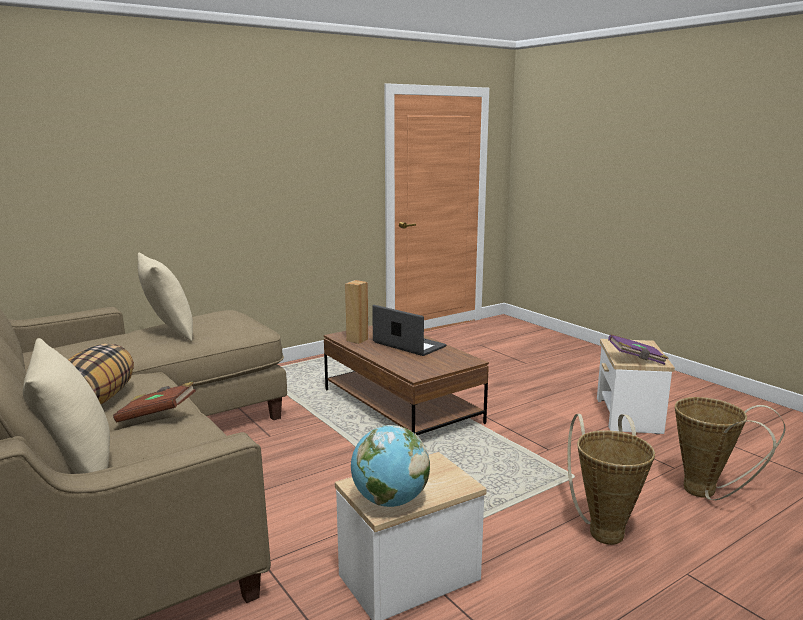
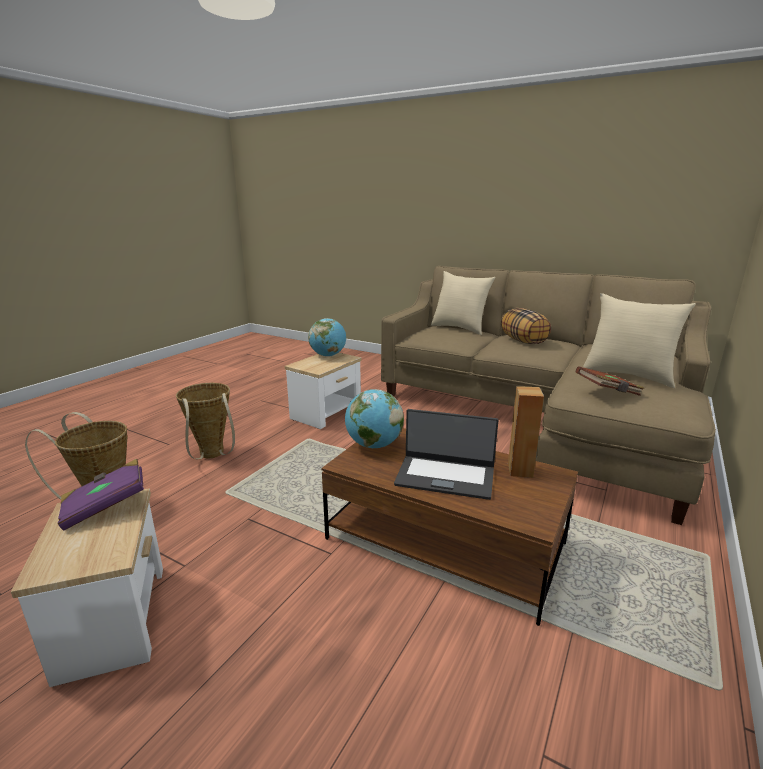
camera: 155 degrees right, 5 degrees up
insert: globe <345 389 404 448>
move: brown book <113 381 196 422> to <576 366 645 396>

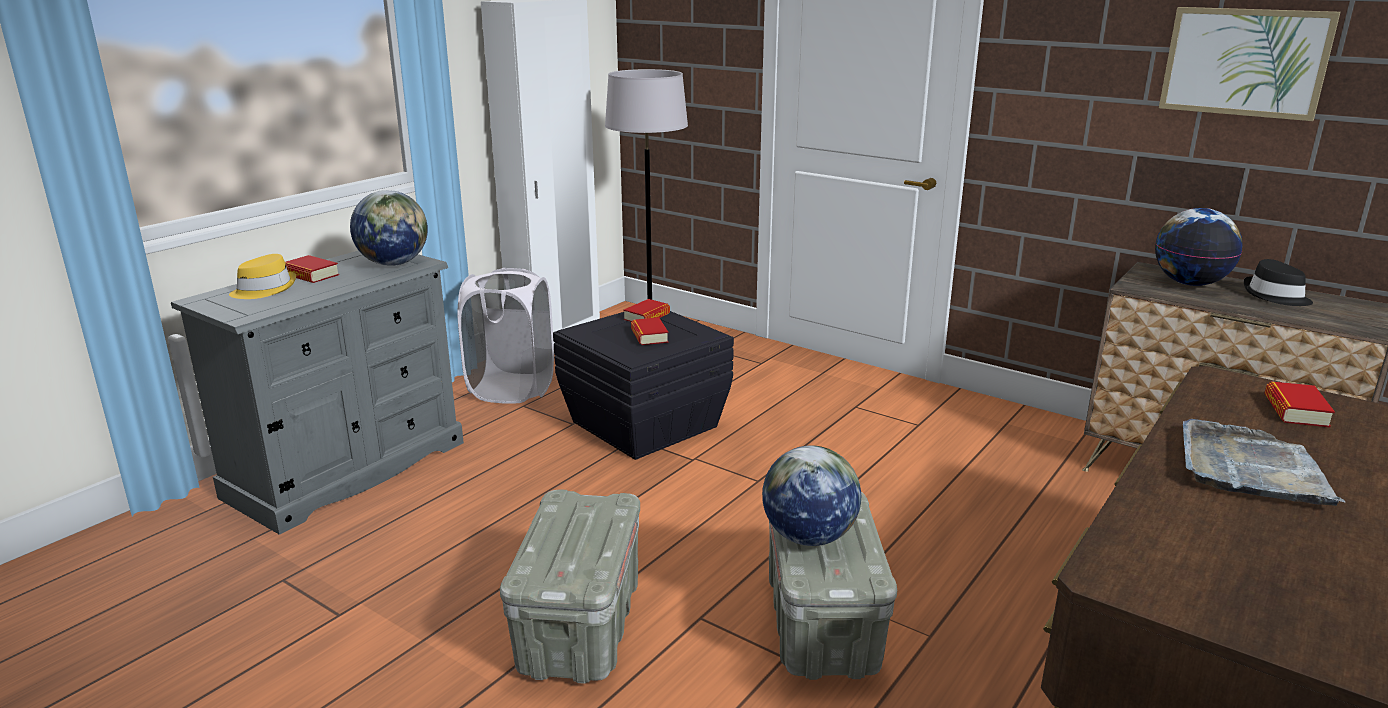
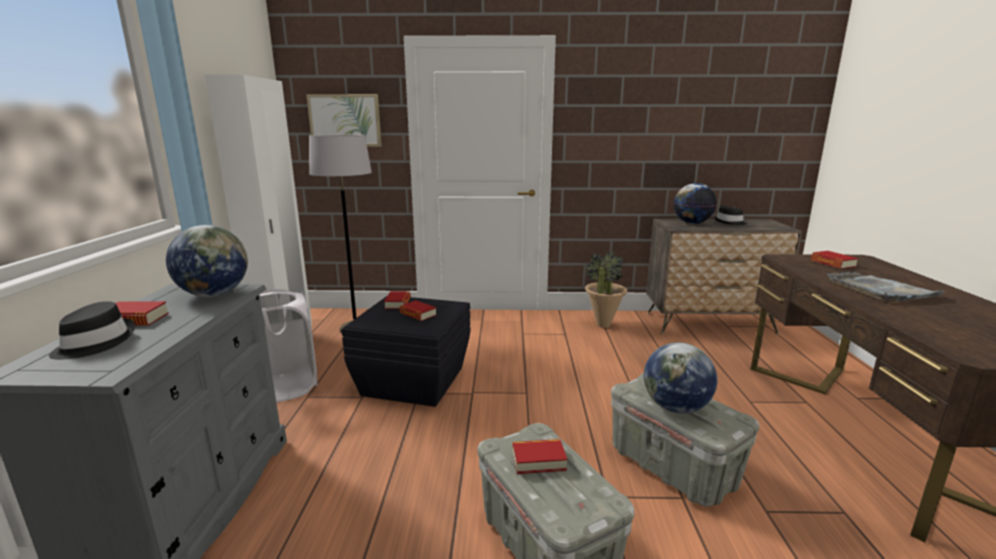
camera: 35 degrees left, 5 degrees down
insert: book <512 439 567 474>; potted plant <584 252 627 328>
move: picture <1159 7 1341 121> to <306 94 382 147>
recolor: yellow hat <229 254 296 299> to black hat <49 301 135 360>

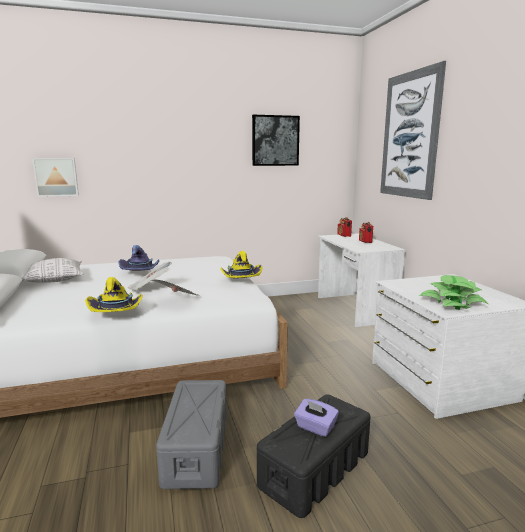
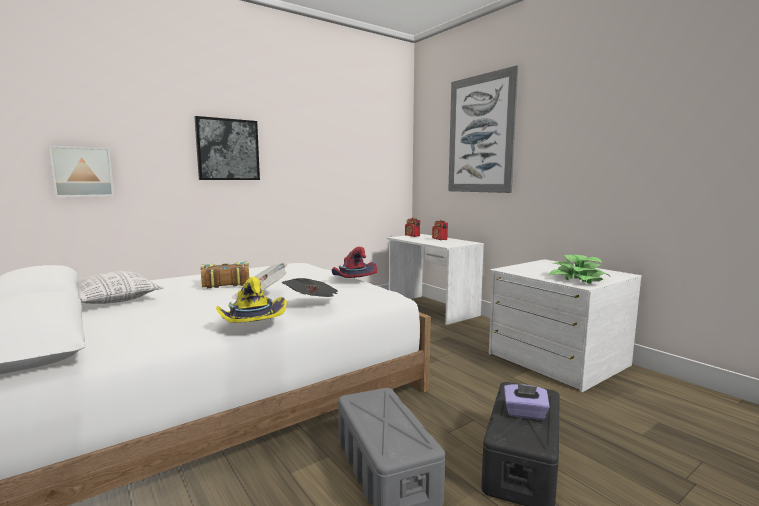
camera: 20 degrees left, 5 degrees down
move: picture <252 115 300 166> to <194 116 260 180>
replace: purple hat <118 245 159 271> to book <201 262 249 288>
recolor: yellow hat <220 251 263 278> to red hat <332 247 377 278>

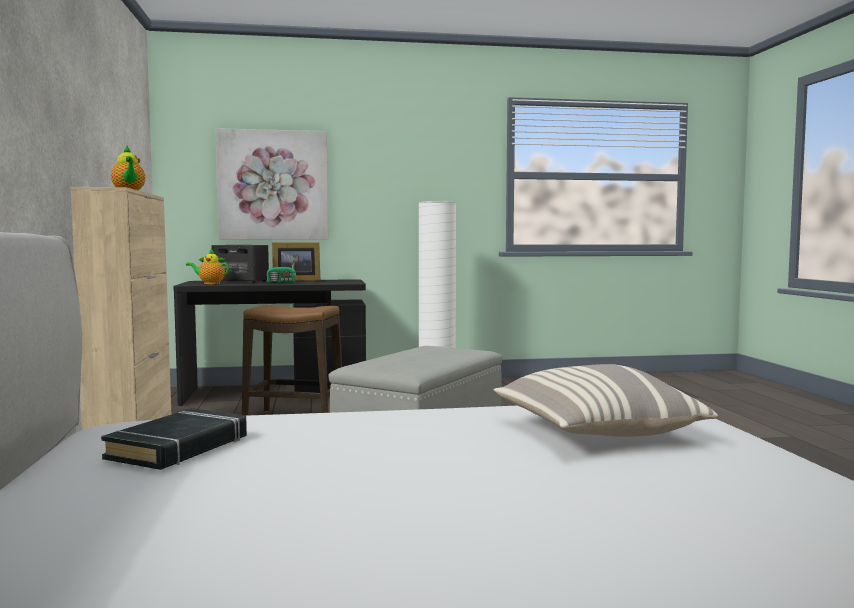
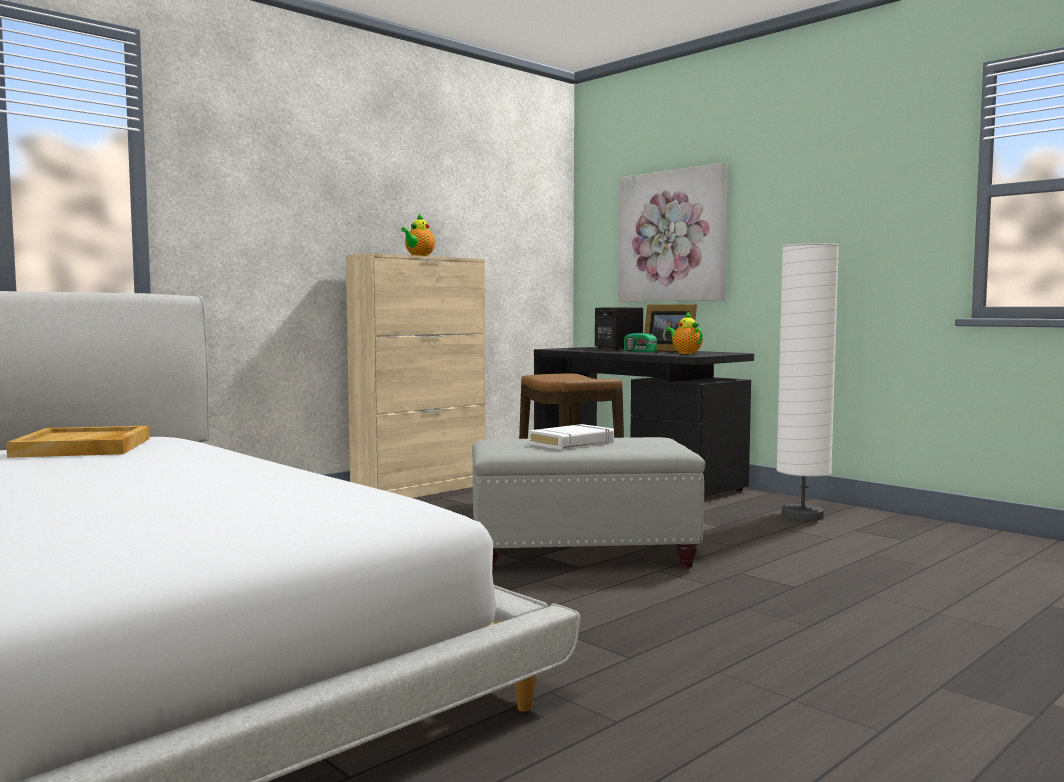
camera: 55 degrees right, 0 degrees up
delete: pillow <493 364 718 437>
insert: white book <529 424 614 450>
move: teapot <186 248 229 284> to <666 311 703 354>
replace: black book <101 408 247 470> to beige tray <6 426 150 458>

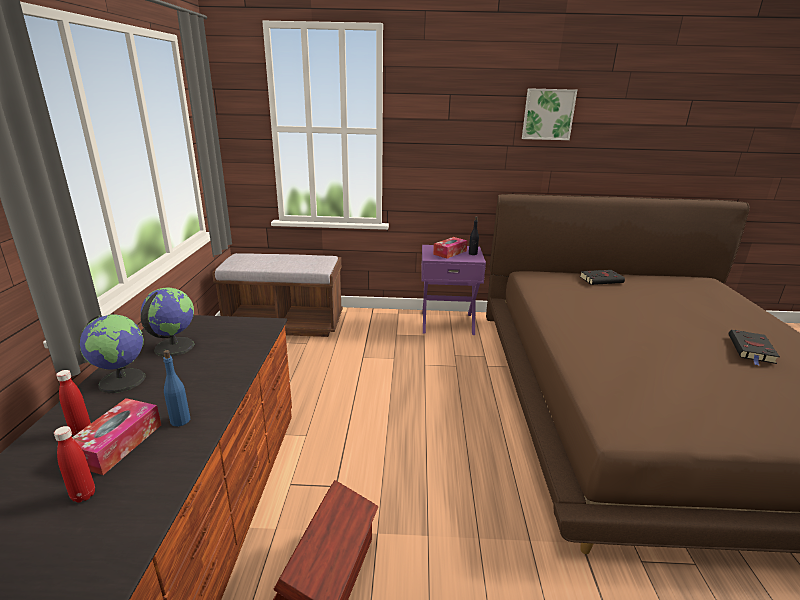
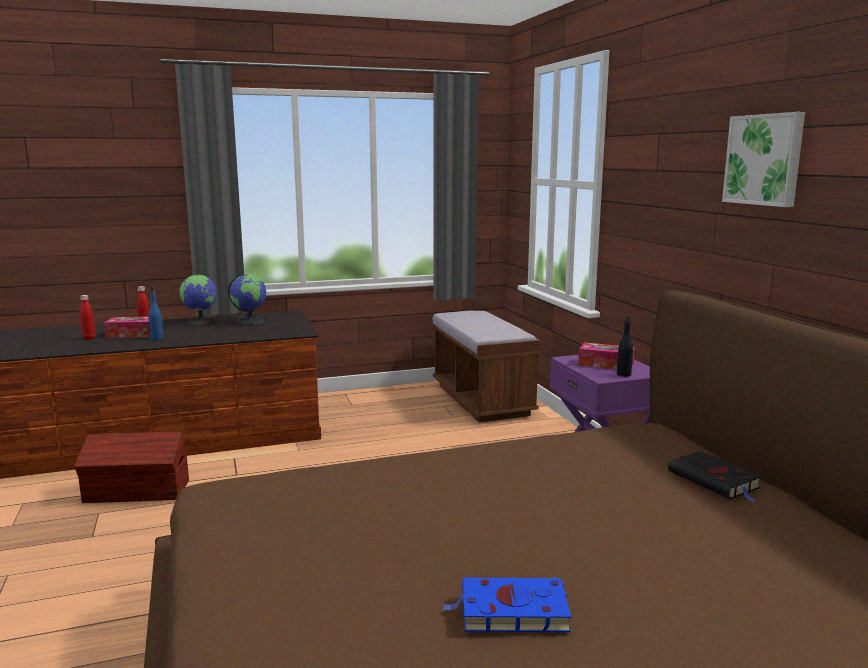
camera: 70 degrees right, 10 degrees down
recolor: black book <729 330 780 366> to blue book <443 578 571 633>

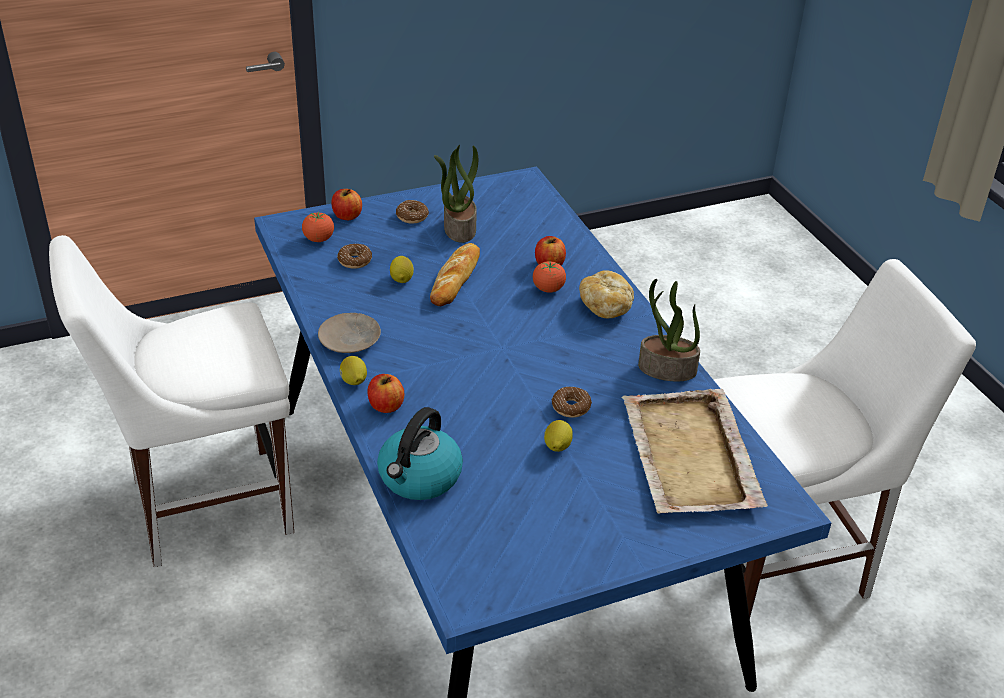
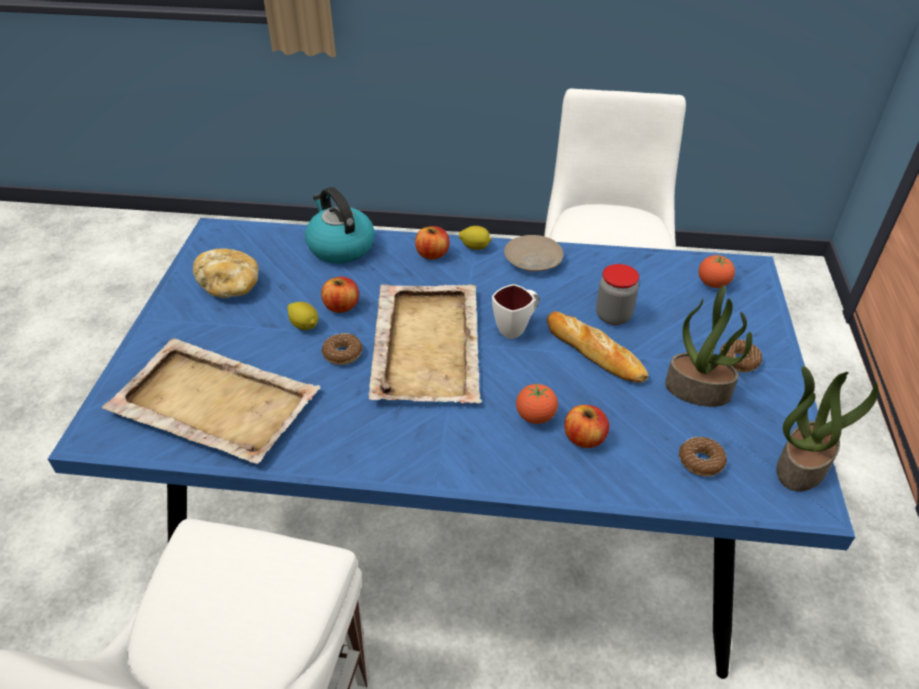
camera: 120 degrees right, 5 degrees up
insert: beige tray <368 284 482 404>; white mug <492 284 539 339>
move: apple <331 189 362 220> to <321 277 359 313>; donut <337 244 372 269> to <679 437 727 476>; bread <579 270 634 318> to <193 248 259 298>; potted plant <638 279 700 381> to <777 366 879 491>
replace: lemon <390 256 414 283> to jar <596 264 639 325>

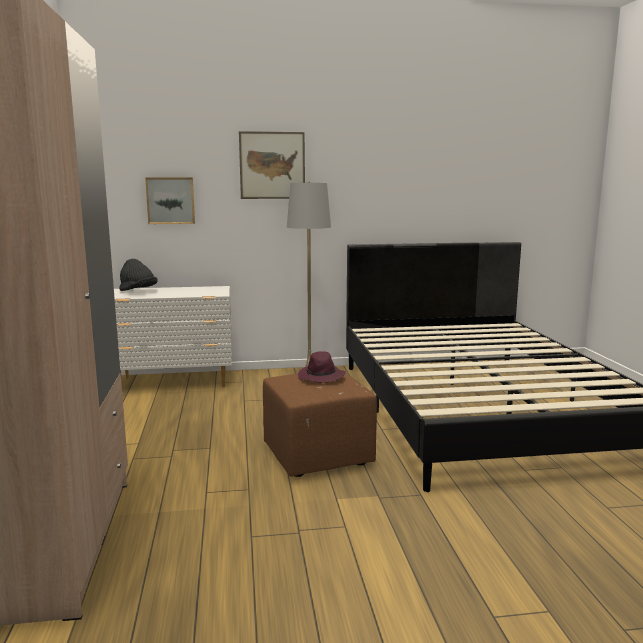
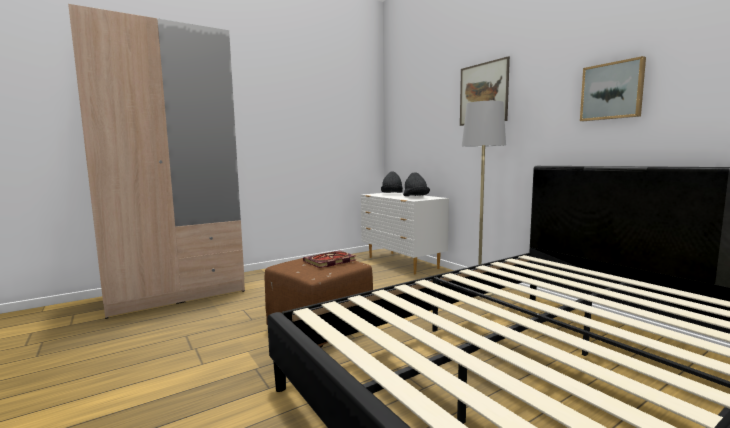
camera: 65 degrees right, 5 degrees down
insert: black hat <403 172 430 196>
move: picture <145 178 195 224> to <580 56 646 121>
replace: purple hat <298 351 346 382> to book <303 251 356 268>

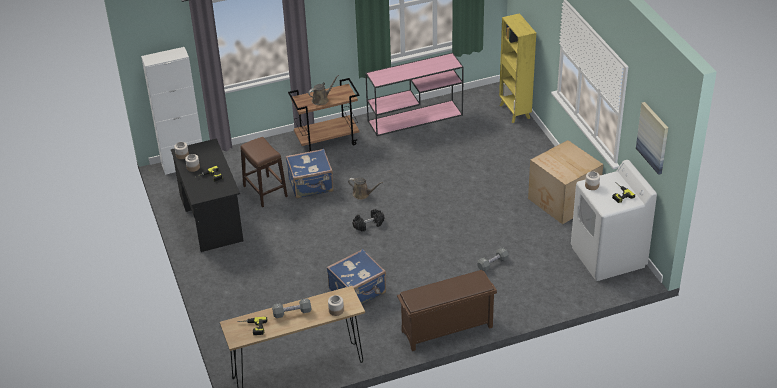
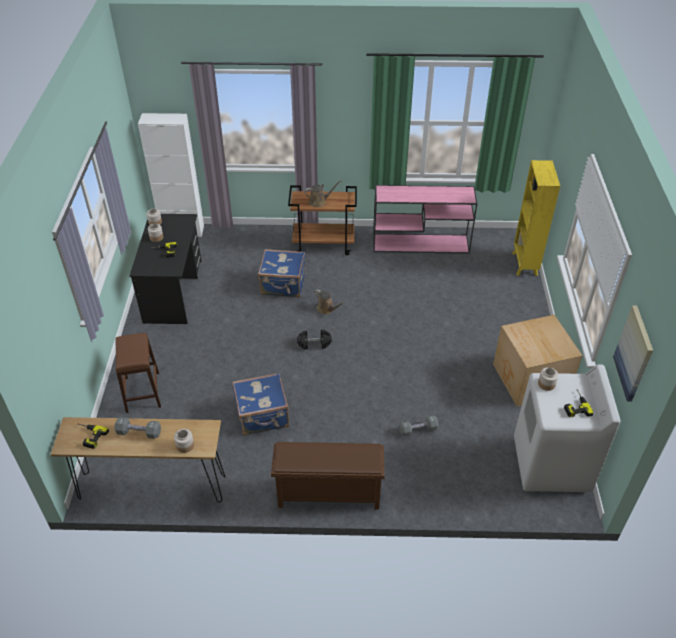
camera: 20 degrees right, 5 degrees up
move: brown stool <240 137 288 207> to <115 333 161 413>

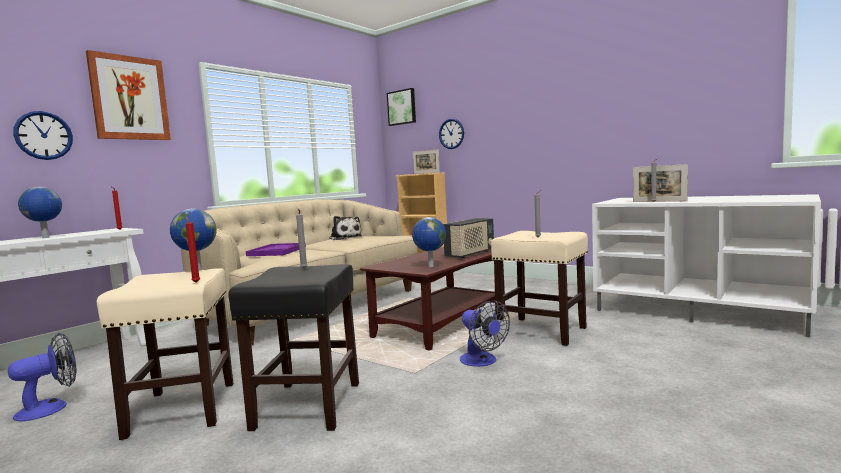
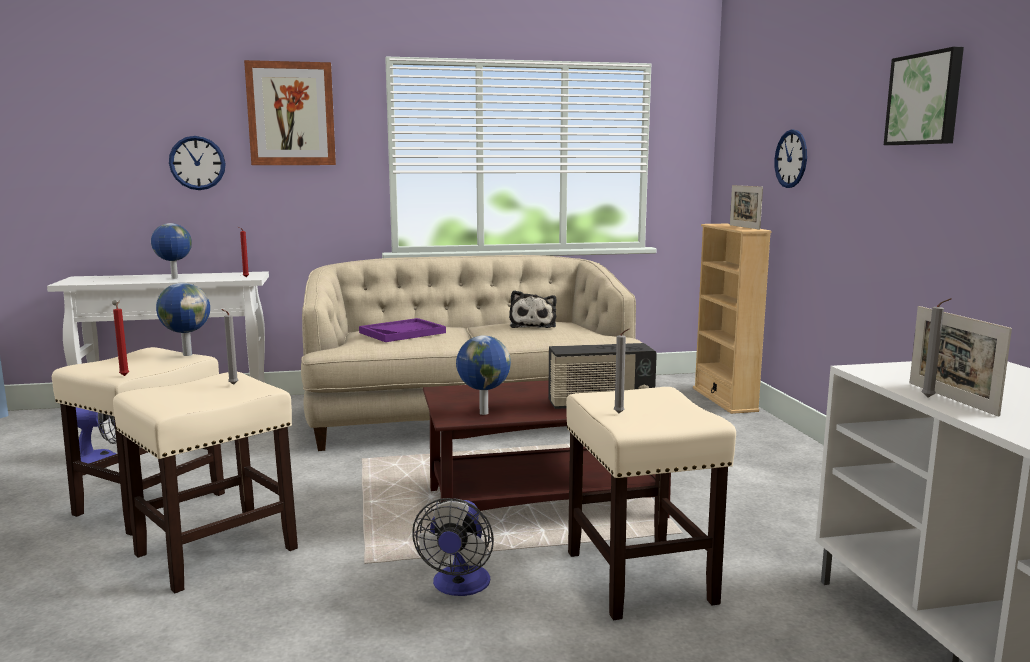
camera: 40 degrees right, 5 degrees up
move: picture <387 88 416 126> to <884 47 964 145>
recolor: black stool <228 264 359 431> to beige stool <113 372 298 593>

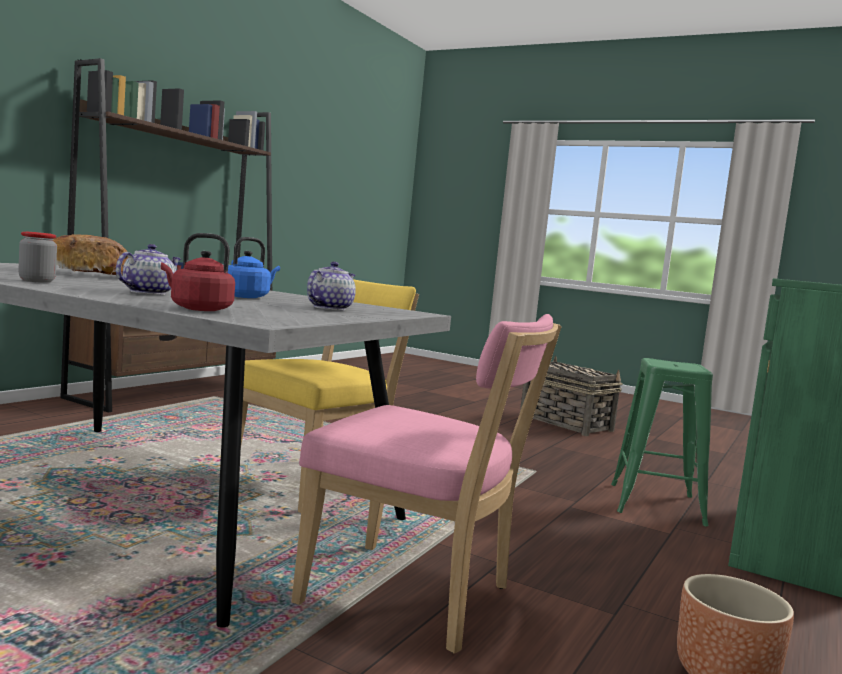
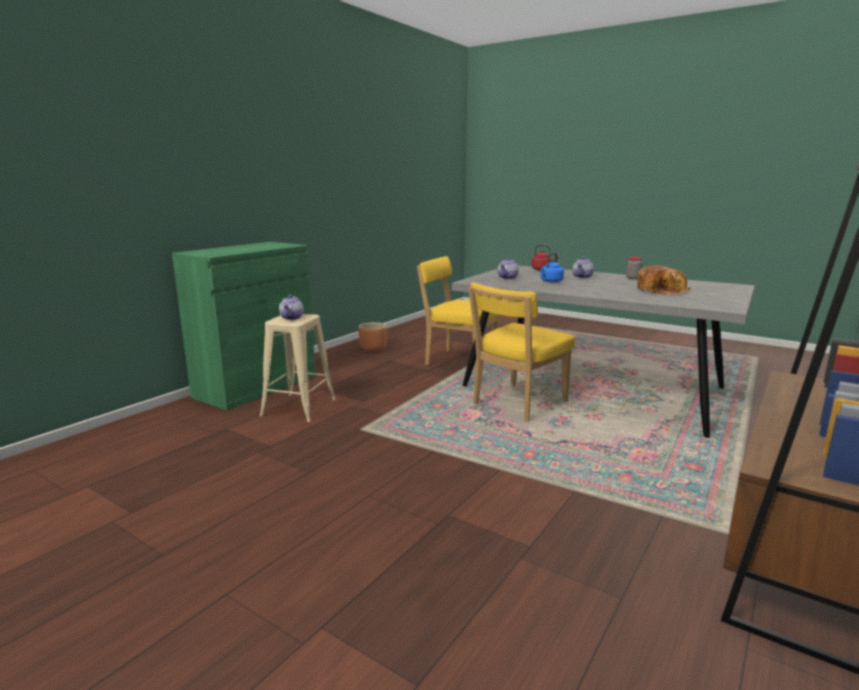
camera: 175 degrees left, 10 degrees up
delete: basket <520 356 623 436>
insert: teapot <279 295 304 320>
recolor: pink chair <291 314 562 654> to yellow chair <417 256 499 373>; green stool <611 358 713 526> to beige stool <260 314 336 422>

